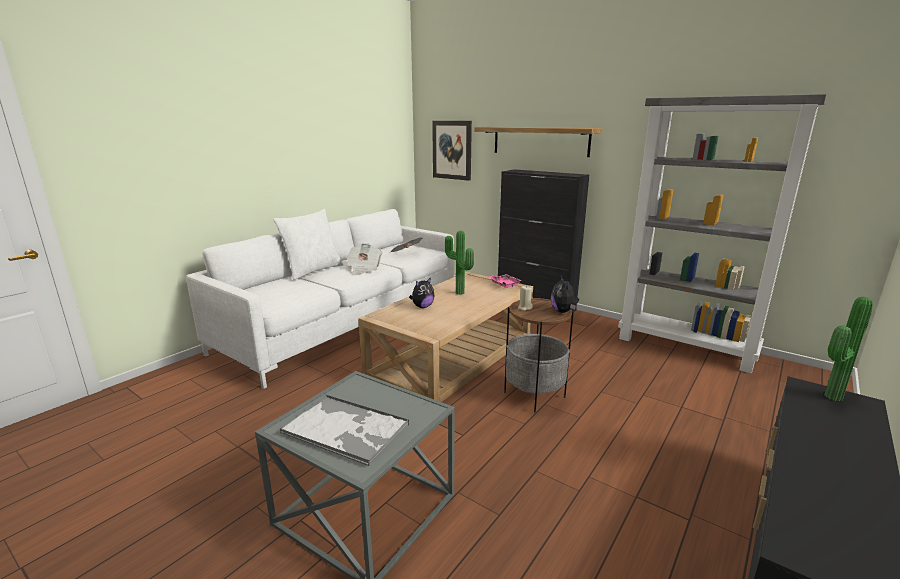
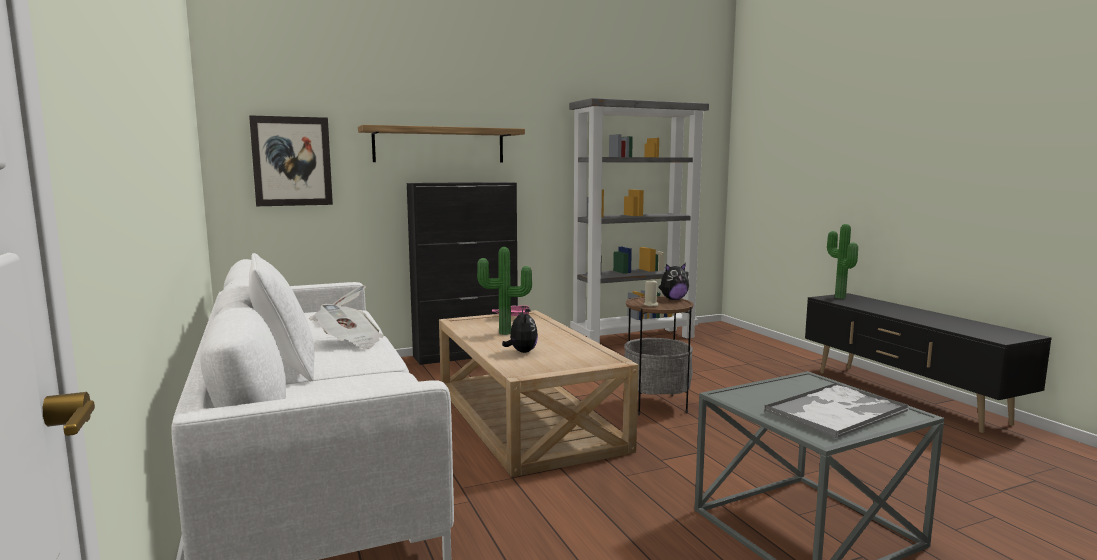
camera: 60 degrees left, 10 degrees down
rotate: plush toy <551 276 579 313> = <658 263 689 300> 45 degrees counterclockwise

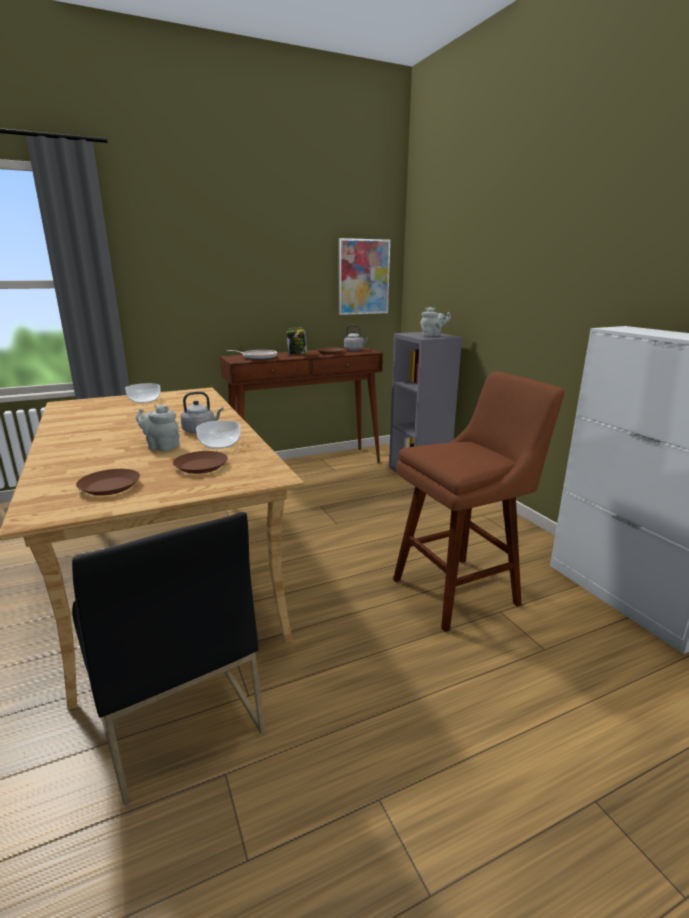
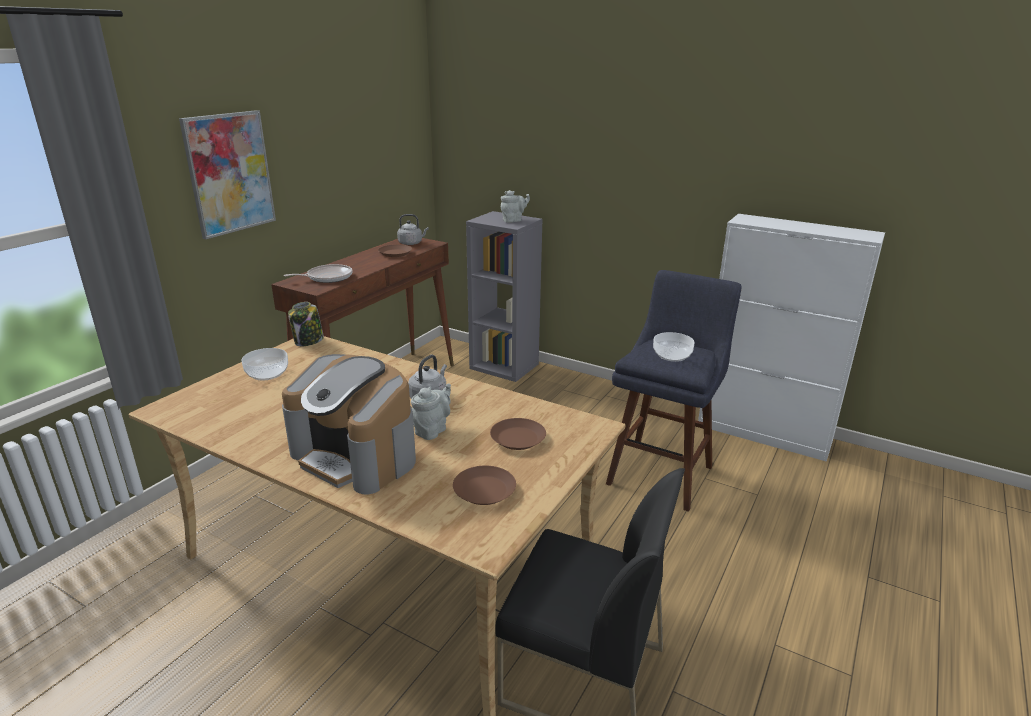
camera: 35 degrees left, 5 degrees up
insert: coffee machine <282 354 416 494>
move: bowl <196 420 241 449> to <653 332 695 362>; jar <286 327 308 355> to <288 302 324 346>; picture <339 238 390 315> to <179 110 276 239>
recolor: brown stool <393 372 565 632> to blue stool <606 270 742 512>
rotate: grey teapot <136 405 180 451> = <411 383 451 440> 135 degrees clockwise

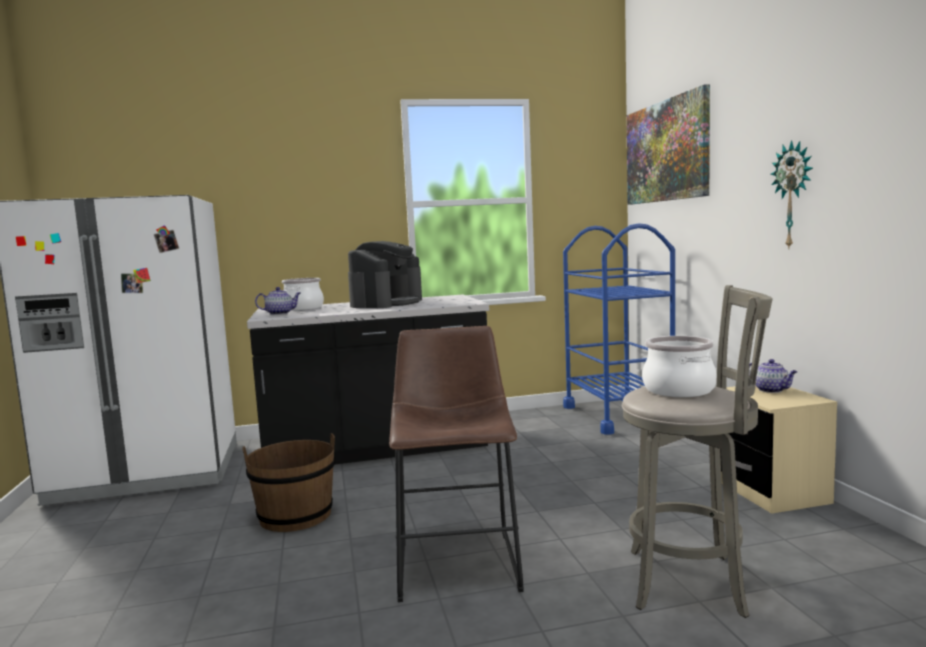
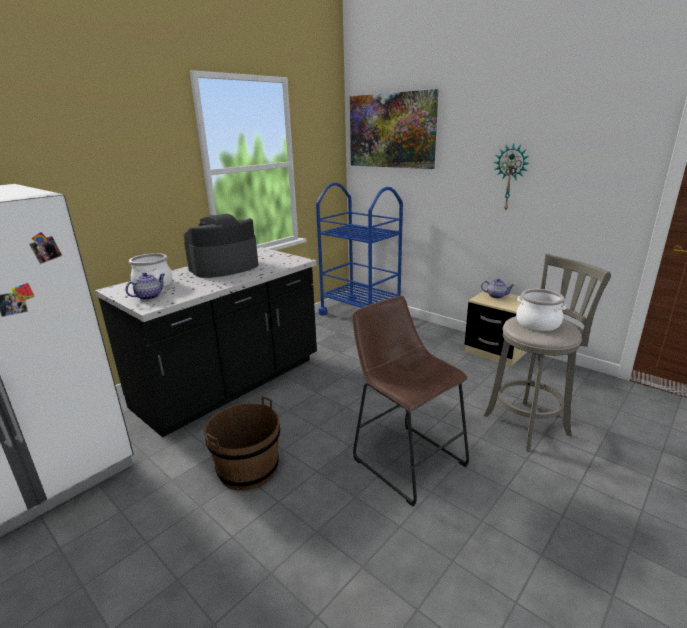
camera: 35 degrees left, 15 degrees up
rotate: coffee machine <348 241 422 308> = <184 214 258 278> 120 degrees counterclockwise

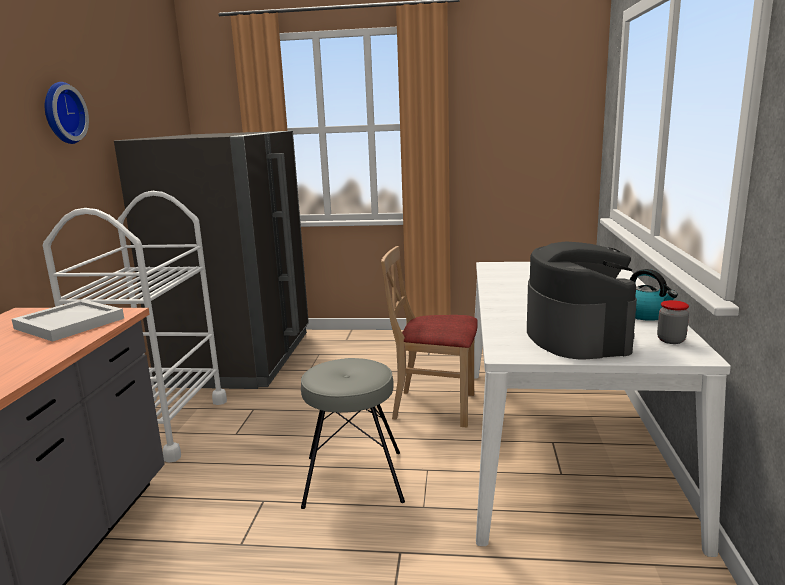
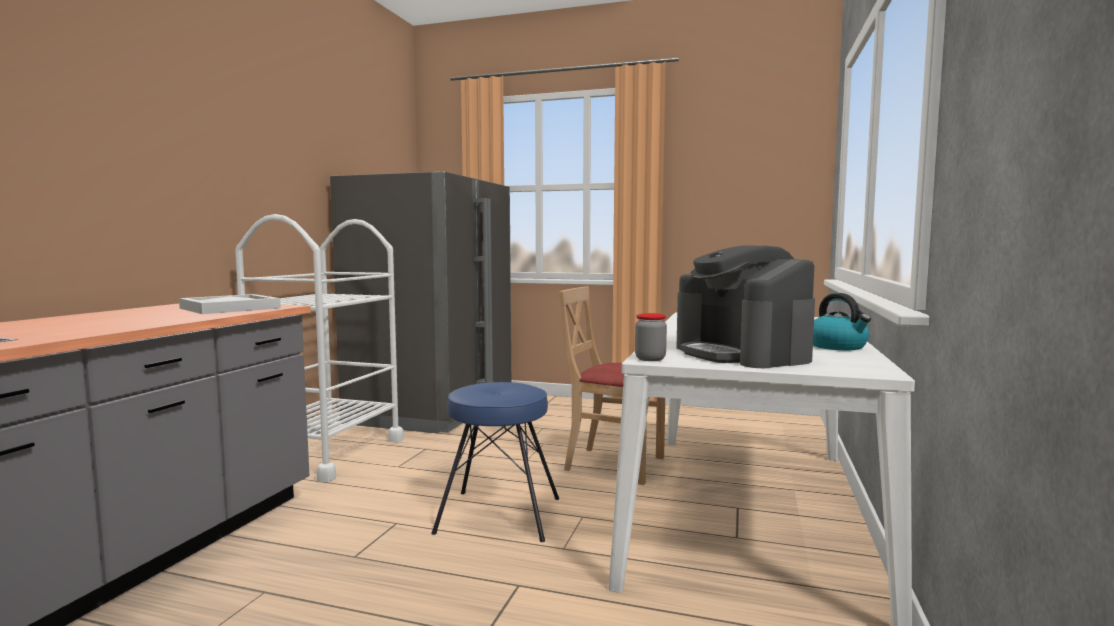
camera: 10 degrees right, 10 degrees down
delete: wall clock <45 82 89 144>
move: jar <657 300 689 344> to <635 313 667 361>
recolor: grey stool <301 358 405 509> to blue stool <431 382 559 542>
rotate: coffee machine <527 241 637 359> = <676 246 815 368> 150 degrees clockwise

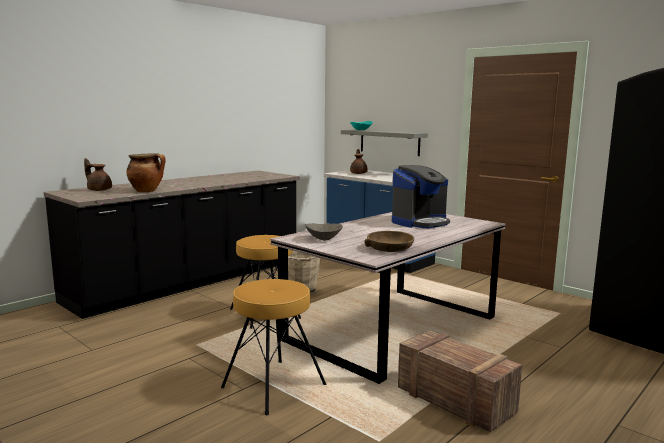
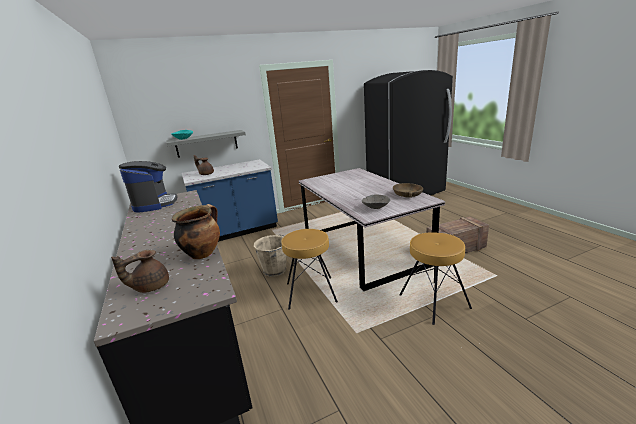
camera: 65 degrees left, 10 degrees up
move: coffee machine <392 165 450 228> to <119 161 177 212>

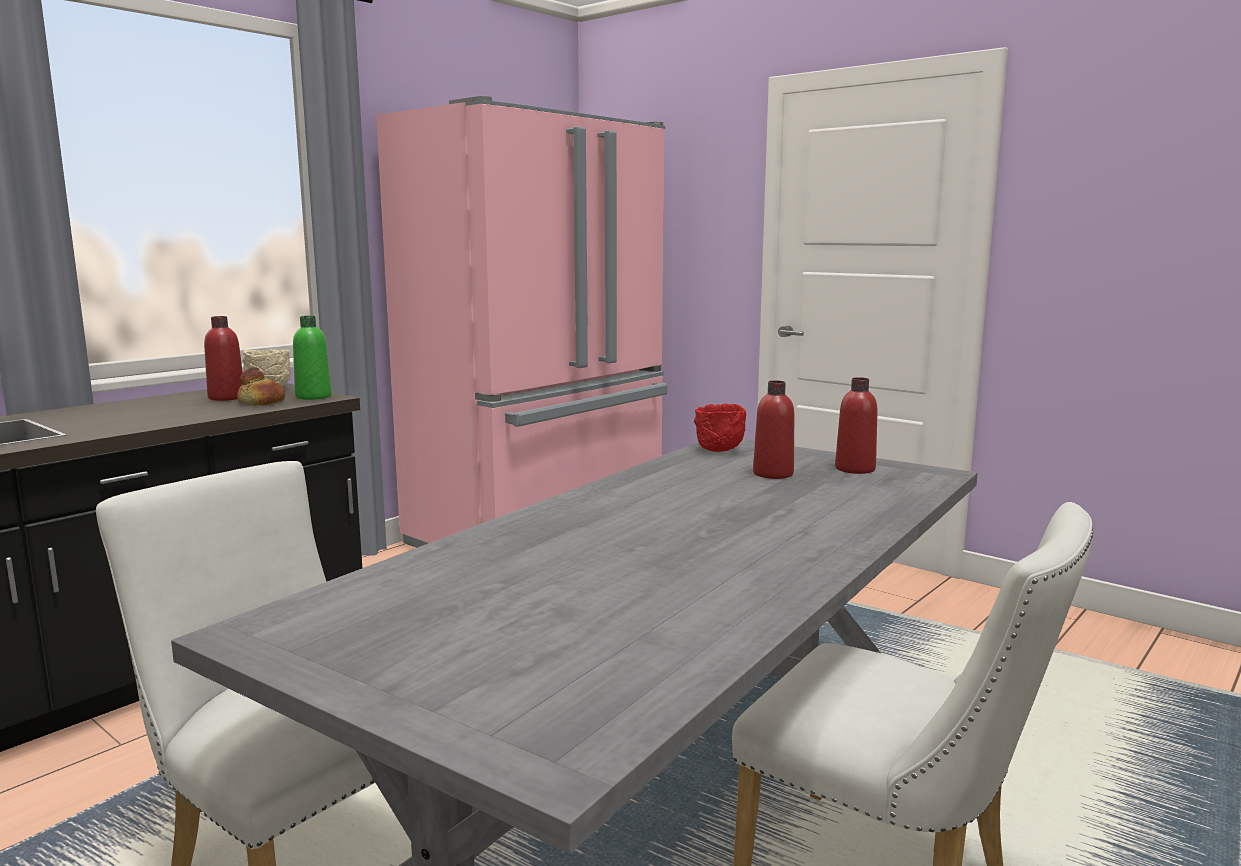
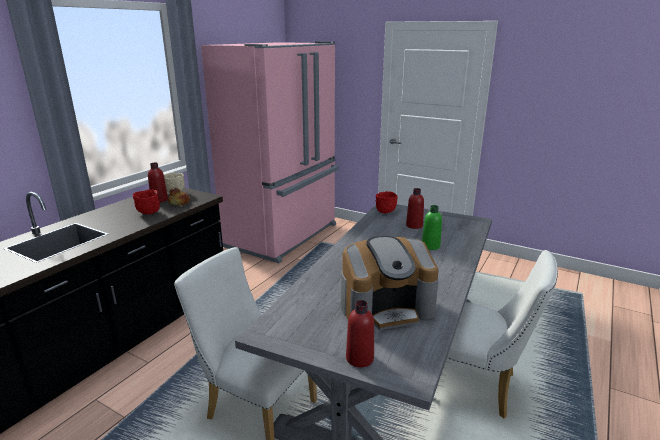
camera: 10 degrees left, 10 degrees up
insert: red bowl <133 189 160 214>; coffee machine <341 236 439 330>
move: green bottle <293 316 332 400> to <422 205 442 250>; red bottle <835 377 878 474> to <346 300 374 367>

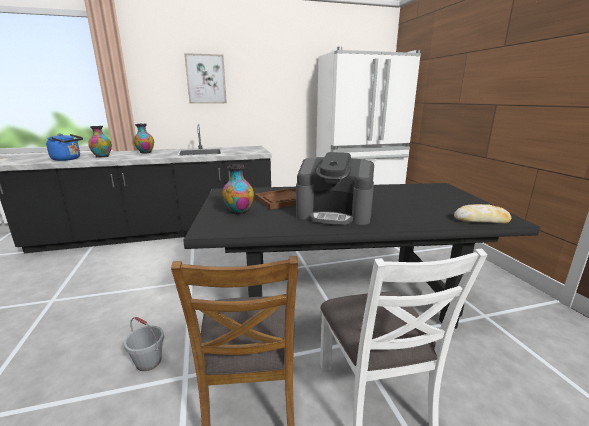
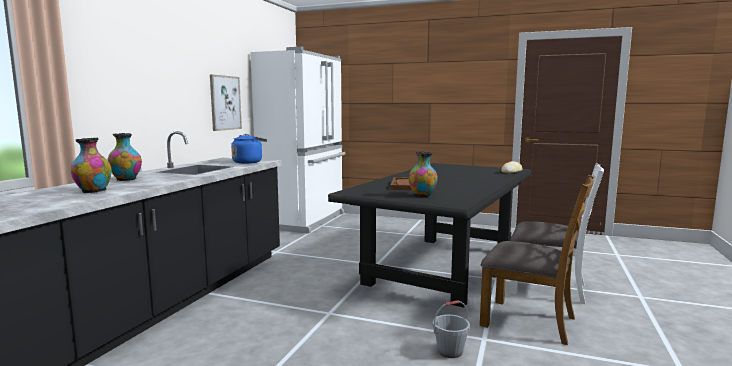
camera: 55 degrees left, 10 degrees down
delete: coffee machine <296 152 374 226>
move: blue kettle <46 134 83 161> to <231 134 267 164>; picture <184 53 227 104> to <210 74 242 131>

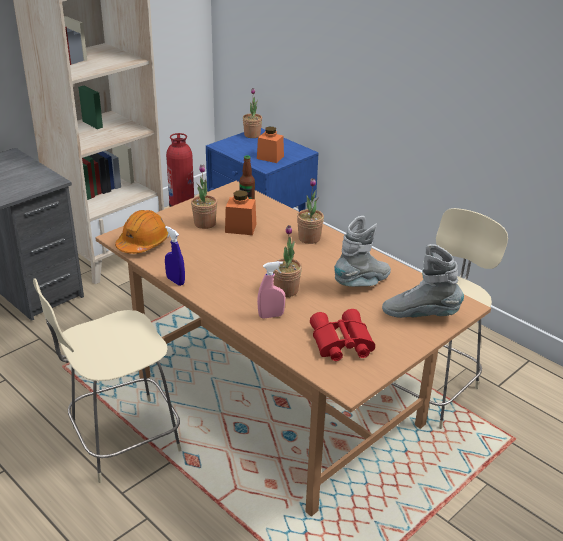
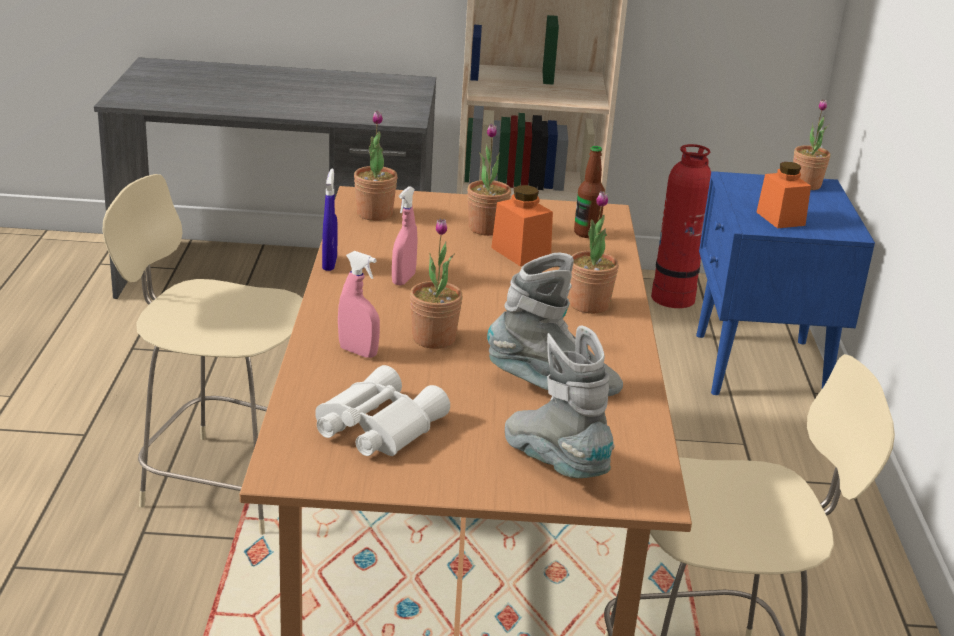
camera: 45 degrees right, 5 degrees down
insert: pink spray bottle <392 186 418 286>
replace: orange hard hat <115 210 168 254> to potted plant <354 110 398 221>
recolor: red binoculars <310 309 375 361> to white binoculars <315 365 450 456>

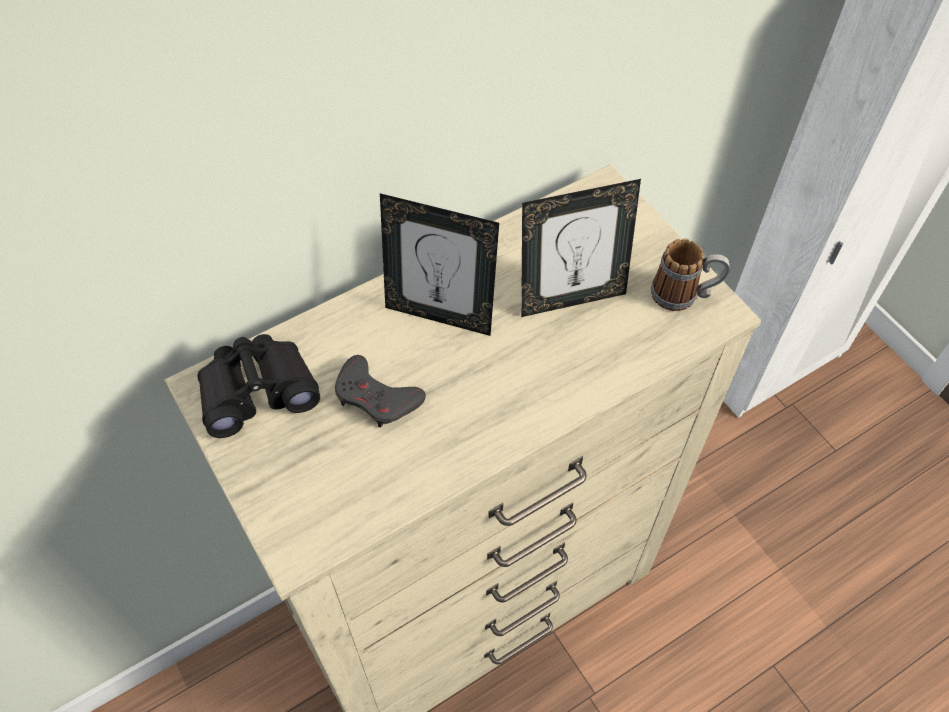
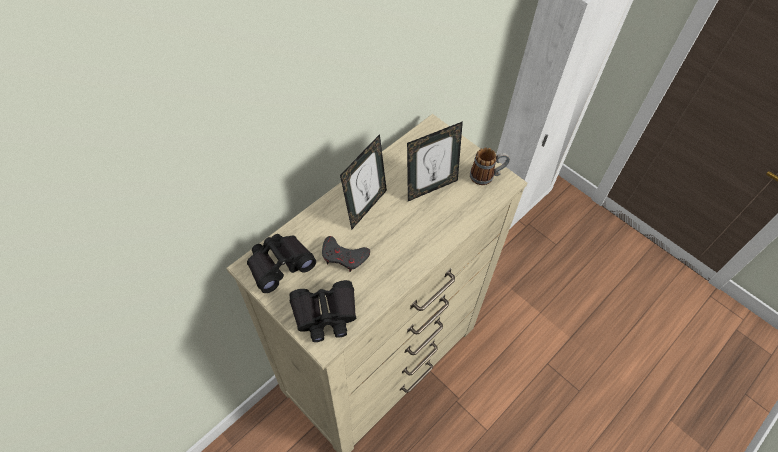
camera: 15 degrees left, 0 degrees up
insert: black binoculars <290 280 356 342>
rotate: picture frame <380 193 499 336> = <340 134 387 229> 60 degrees counterclockwise

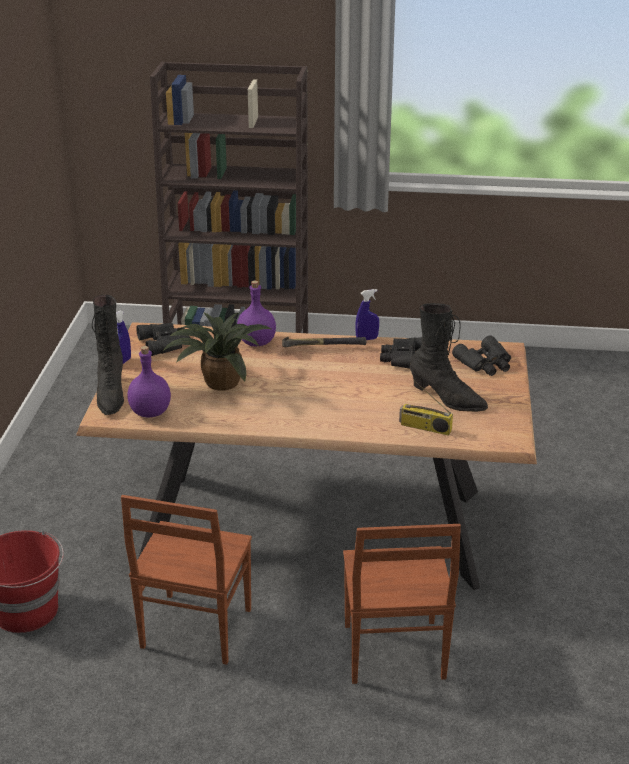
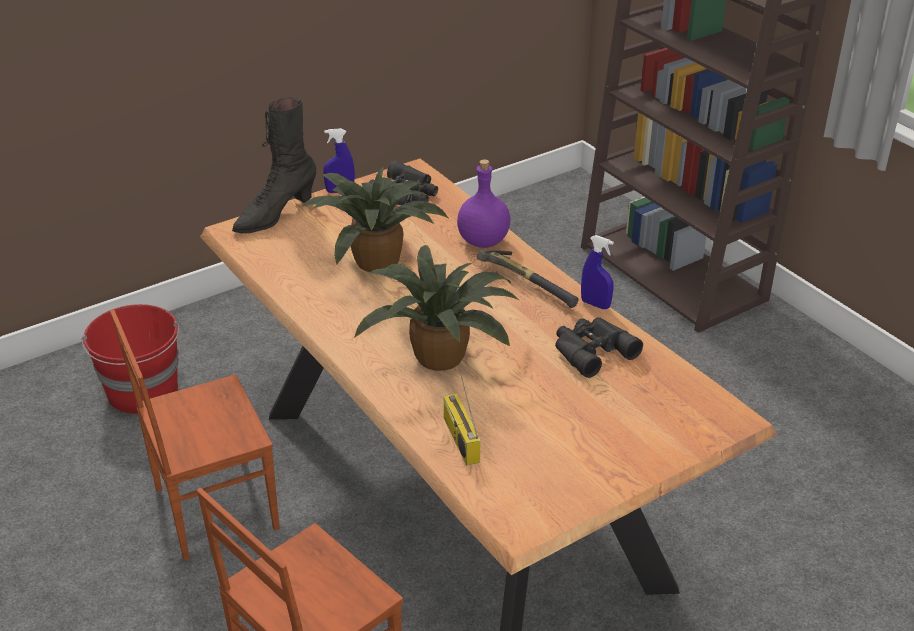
camera: 50 degrees right, 5 degrees up
delete: purple bottle <127 346 171 417>; black boot <410 303 488 412>; black binoculars <452 335 511 376>
insert: potted plant <354 245 519 371>

